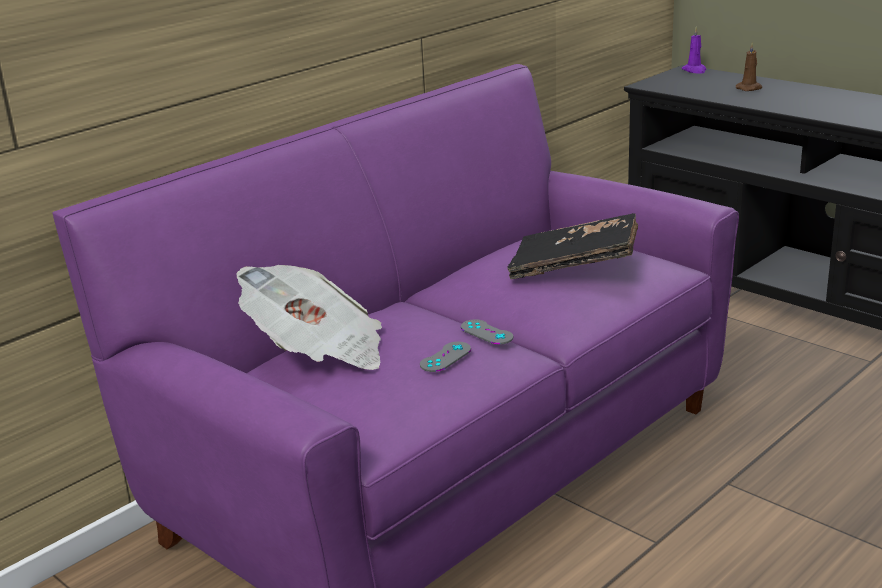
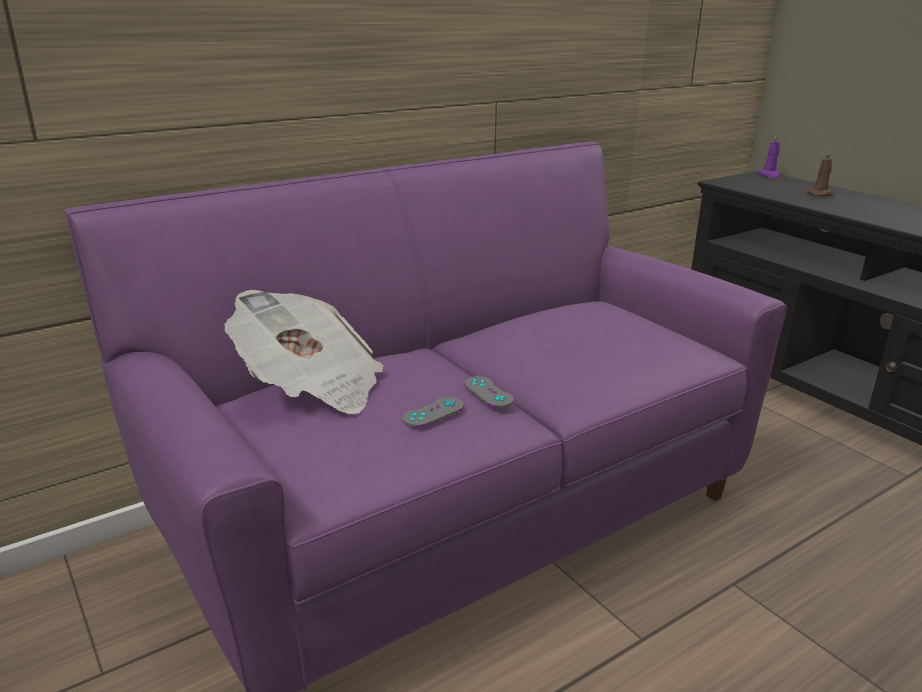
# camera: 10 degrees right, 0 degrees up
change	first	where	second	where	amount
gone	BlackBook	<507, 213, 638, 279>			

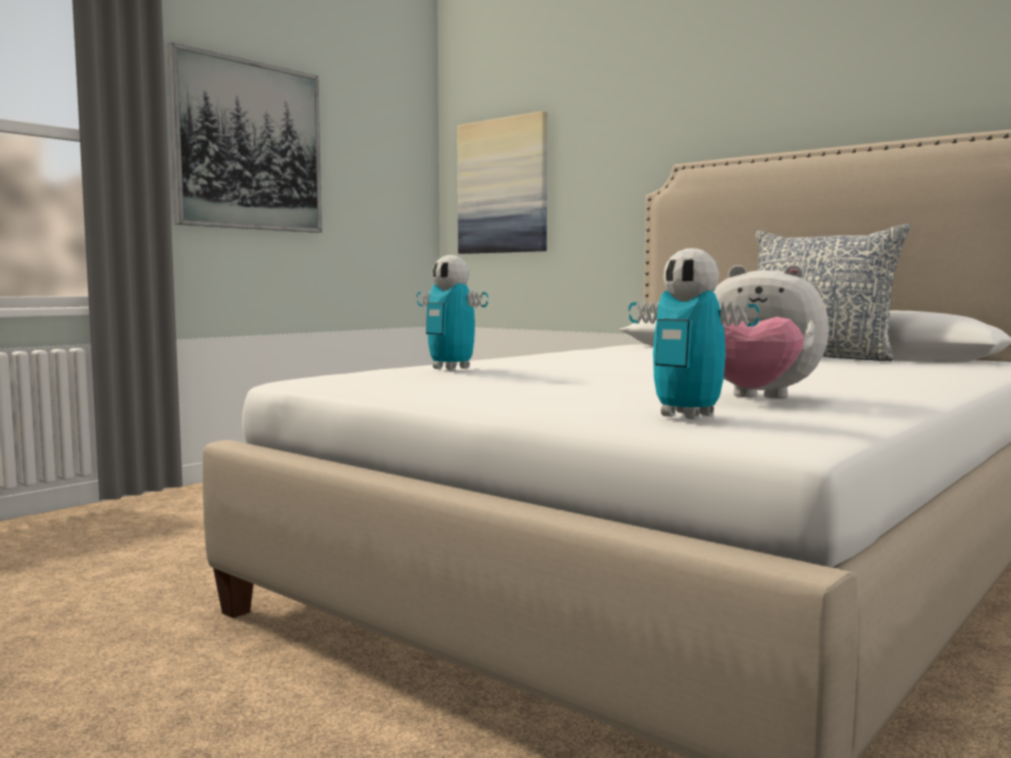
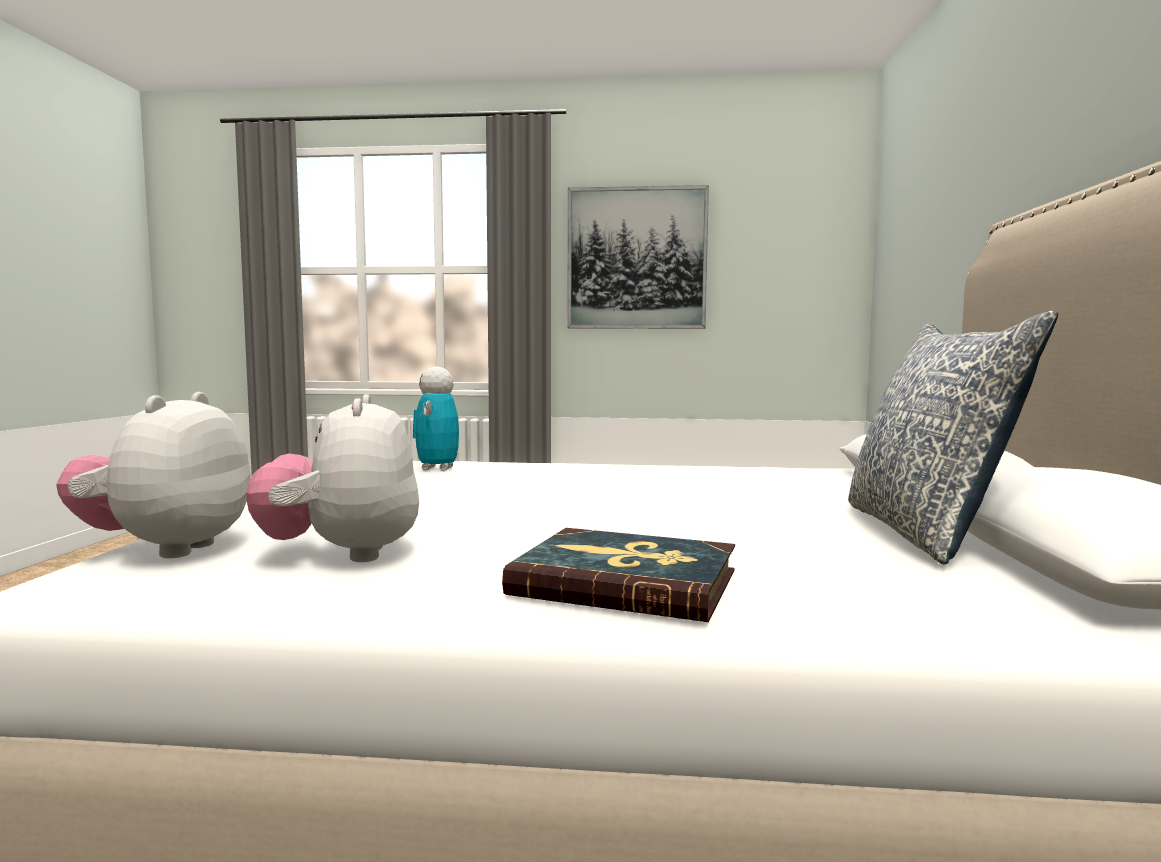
# camera: 55 degrees right, 0 degrees up
change	first	where	second	where	amount
gone	WallPicture	<457, 111, 547, 254>			
swapped	ToyRobot	<628, 248, 760, 420>	SoftToy	<56, 392, 251, 558>	
new			Book	<502, 528, 735, 622>	

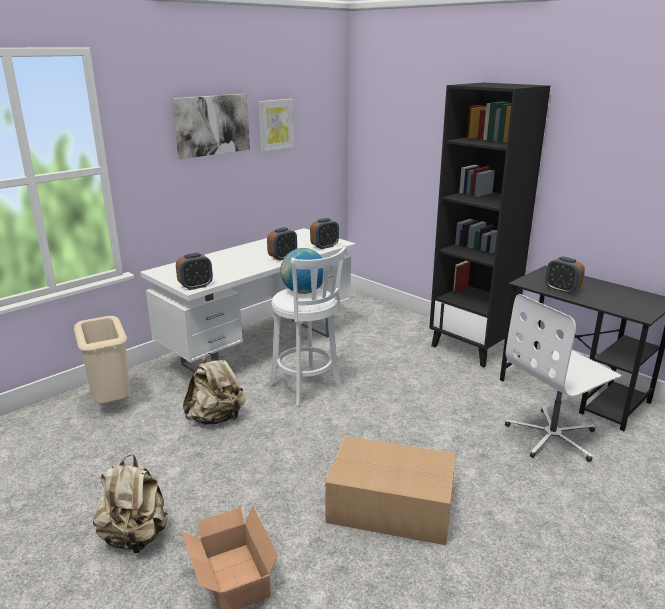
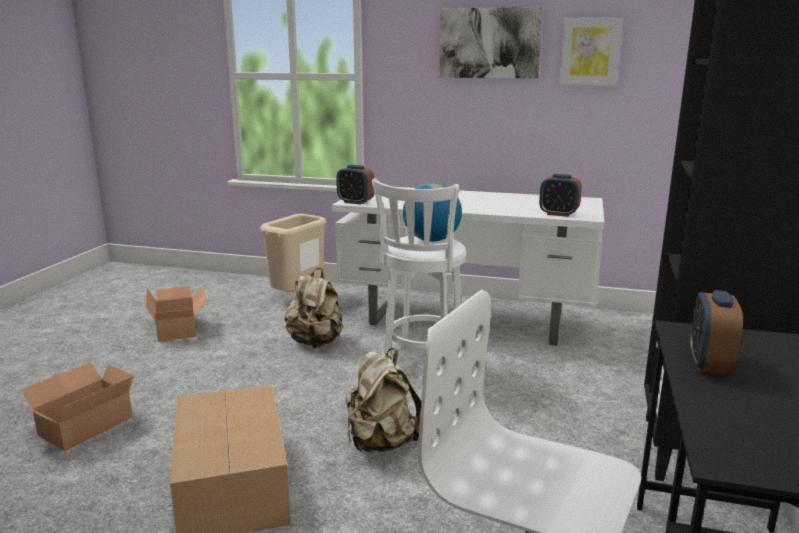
# camera: 60 degrees right, 5 degrees down
change	first	where	second	where	amount
shifted	BeigeRucksack	<93, 454, 168, 555>		<345, 348, 421, 452>	
gone	TableClock	<267, 227, 297, 261>			
new			Carton	<146, 286, 206, 342>	

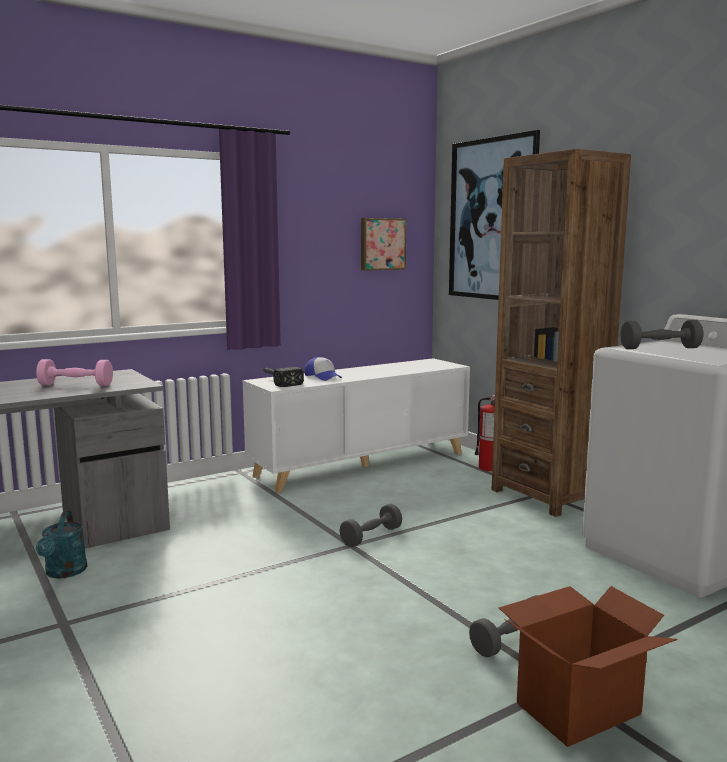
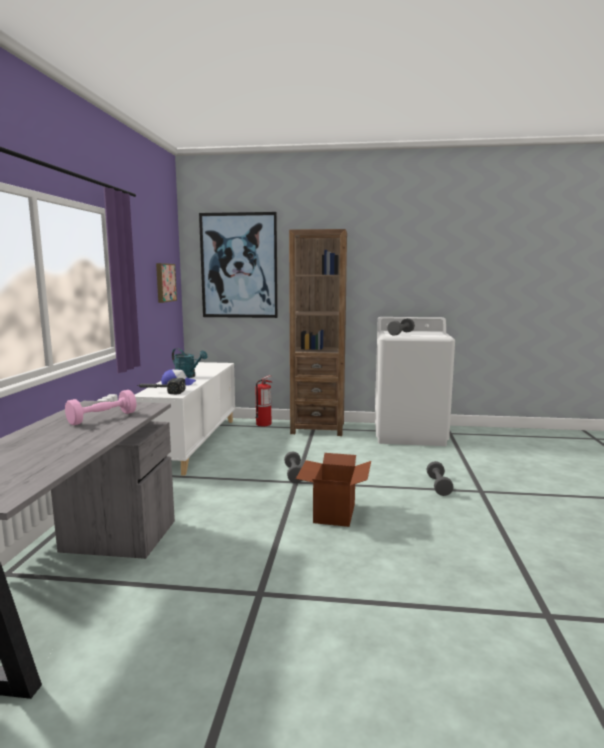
# camera: 50 degrees left, 0 degrees up
change	first	where	second	where	amount
shifted	BlueGreenSprinklingCan	<36, 511, 87, 579>		<172, 348, 207, 378>	
shifted	Carton	<499, 586, 678, 747>		<296, 453, 371, 527>	

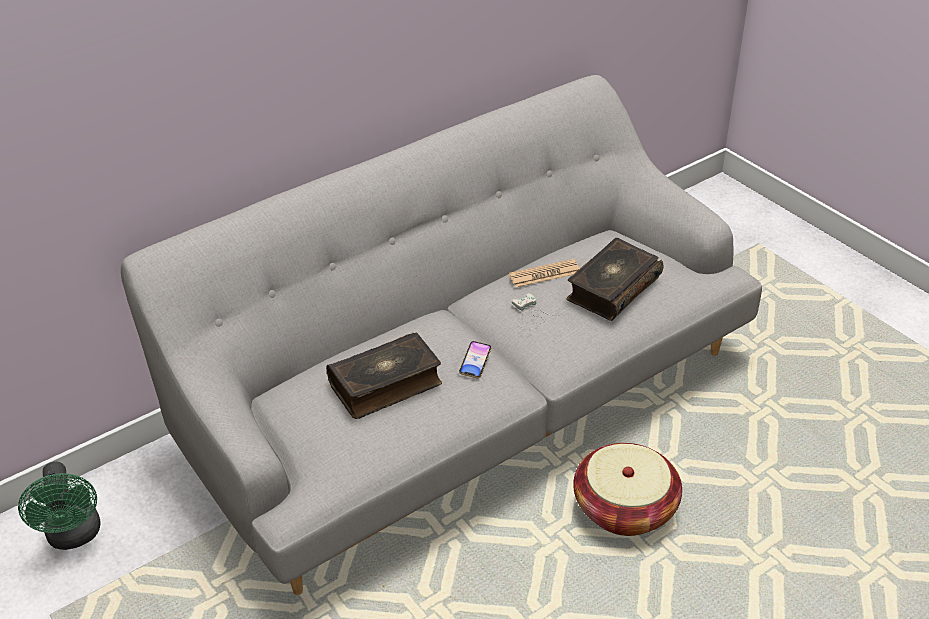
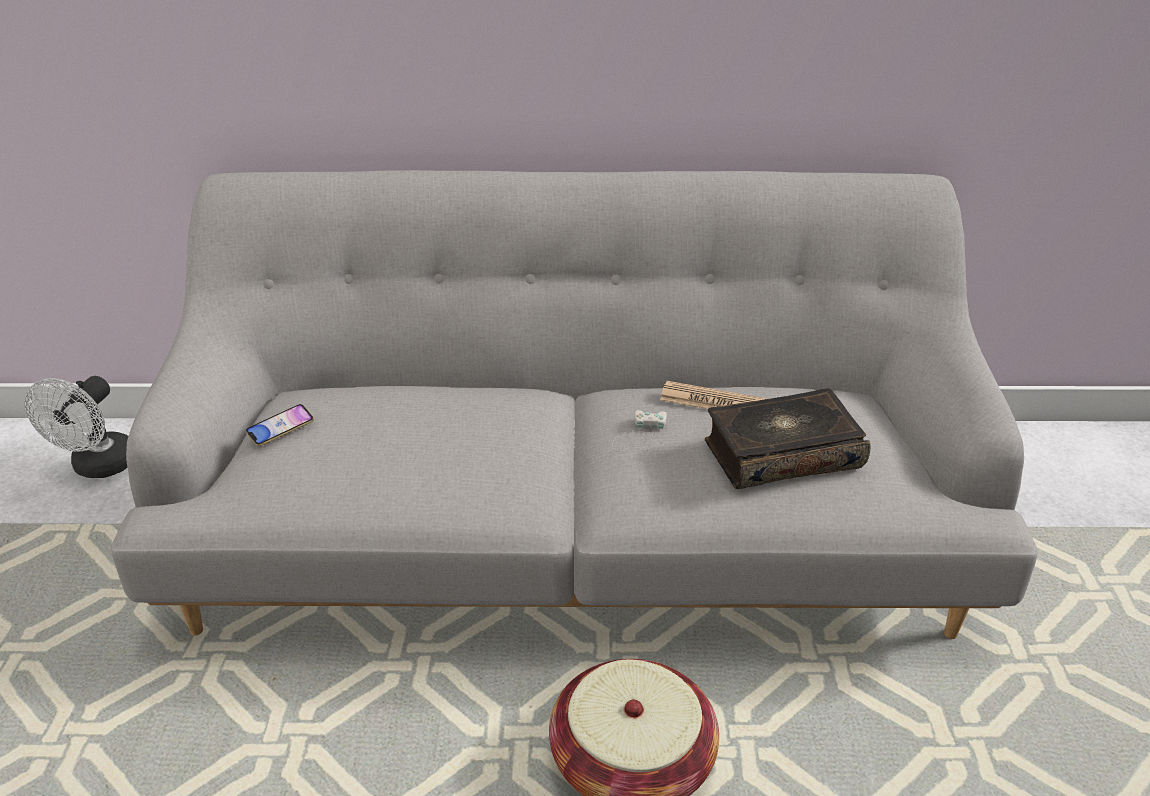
# camera: 35 degrees right, 5 degrees down
change	first	where	second	where	amount
repainted	GreenColouredCoolingFan	<18, 462, 100, 550>	WhiteColouredCoolingFan	<25, 376, 128, 478>	
gone	Book	<326, 333, 442, 419>			
shifted	Handset	<459, 341, 492, 378>		<246, 404, 314, 446>	

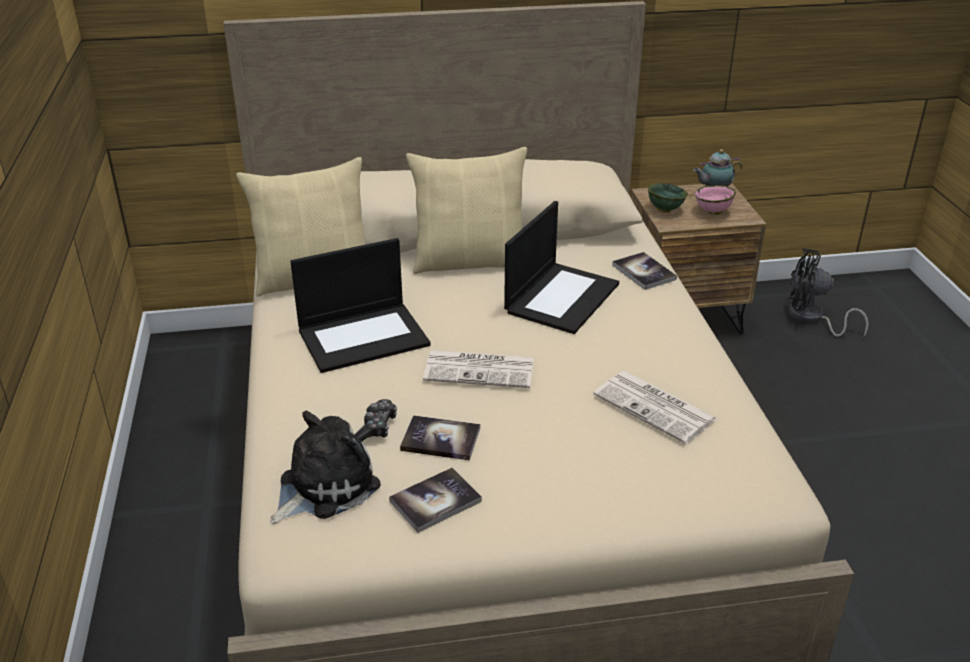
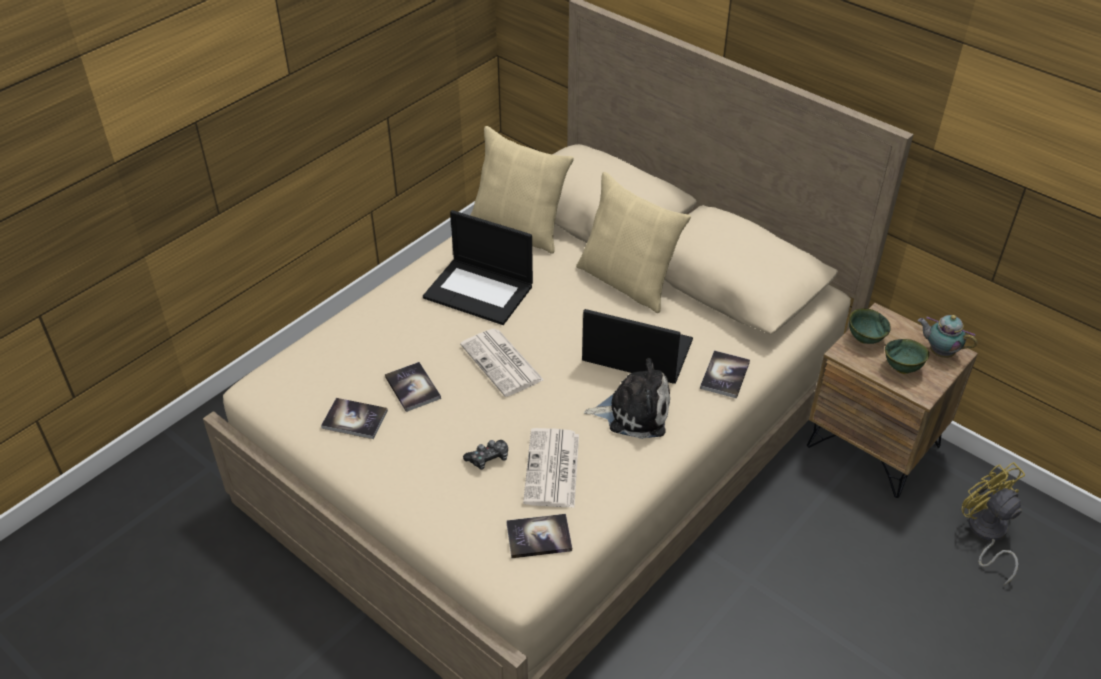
# camera: 50 degrees right, 10 degrees up
change	first	where	second	where	amount
shifted	SoftToy	<270, 411, 381, 524>		<584, 358, 670, 439>	
shifted	GameController	<354, 399, 397, 442>		<463, 440, 508, 470>	
rotated	NotebookComputer	<504, 201, 619, 334>		<582, 309, 693, 384>	150 degrees counterclockwise
repainted	PinkColouredDeepDish	<695, 185, 736, 215>	GreenColouredDeepDish	<885, 339, 929, 374>	
repainted	BlackCoolingFan	<789, 248, 868, 338>	YellowishCoolingFan	<961, 462, 1025, 586>	
new			Book	<506, 514, 572, 558>	

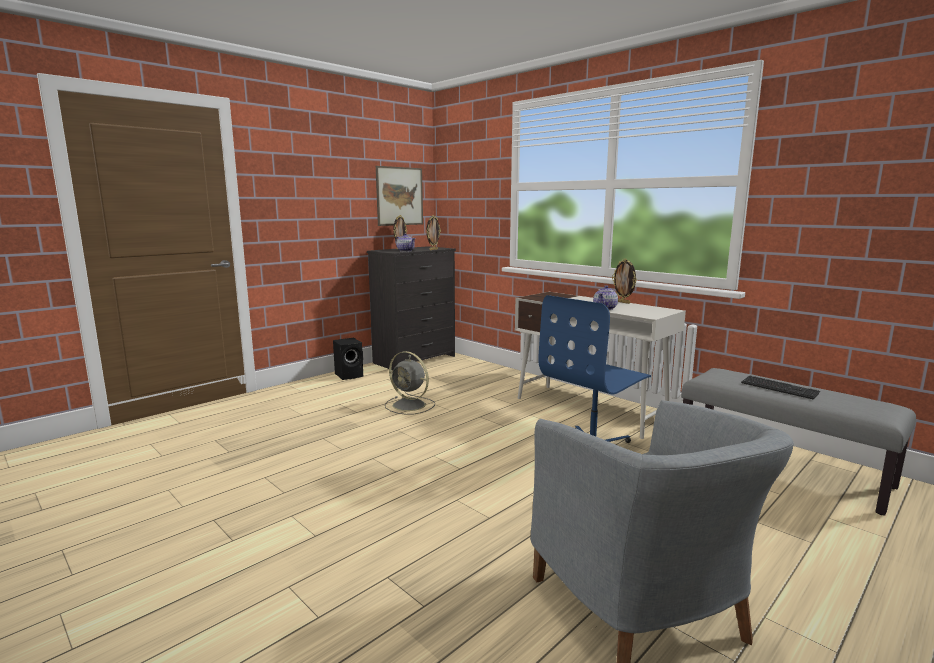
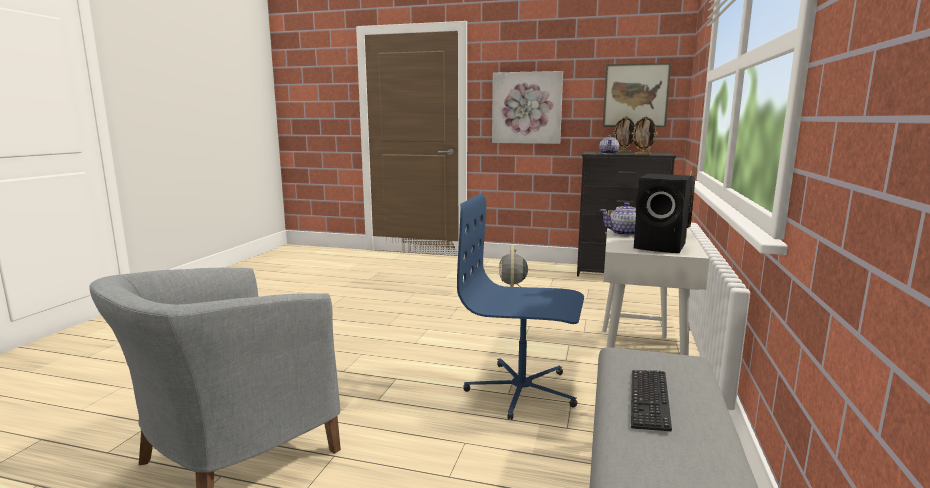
# camera: 60 degrees right, 0 degrees up
change	first	where	second	where	amount
shifted	BlackLoudspeaker	<333, 338, 363, 380>		<634, 174, 692, 253>	
new			WallPicture	<492, 71, 563, 144>	

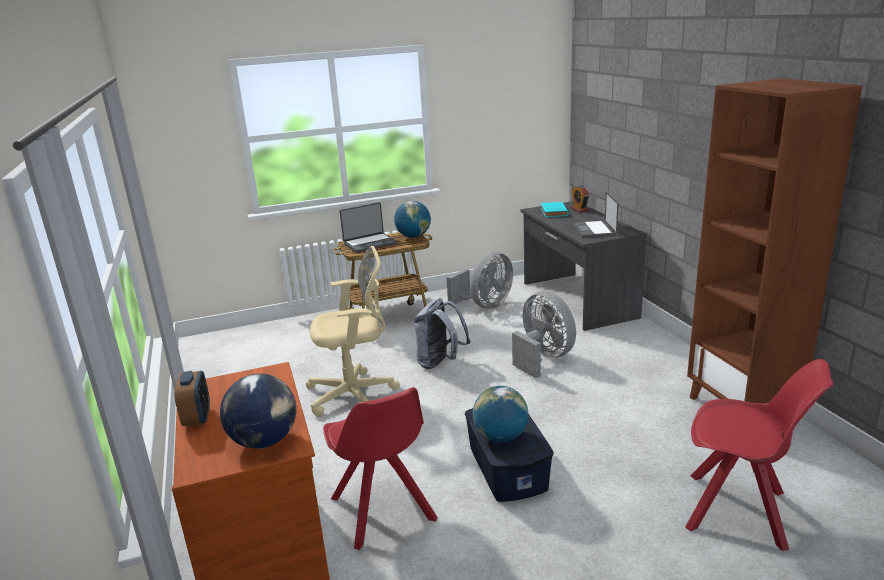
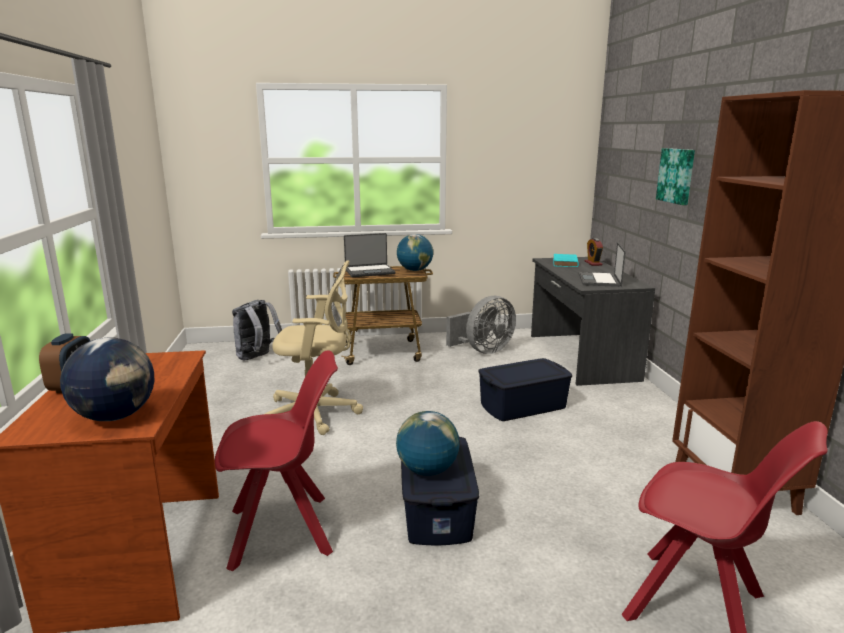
# camera: 10 degrees right, 5 degrees down
change	first	where	second	where	amount
rotated	RedColouredUprightChair	<323, 387, 438, 550>		<215, 350, 338, 571>	90 degrees counterclockwise
shifted	GrayRucksack	<414, 298, 471, 369>		<232, 300, 282, 360>	
swapped	GrayCoolingFan	<512, 291, 576, 378>	BlueColouredStorageContainer	<478, 358, 572, 421>	
new			WallPicture	<656, 148, 695, 205>	

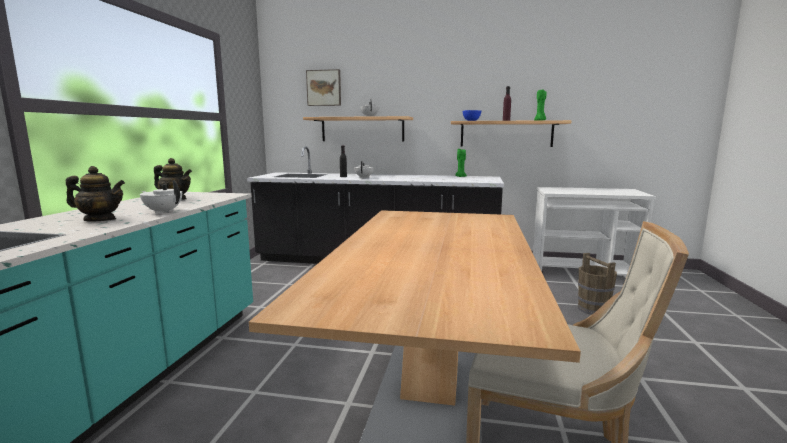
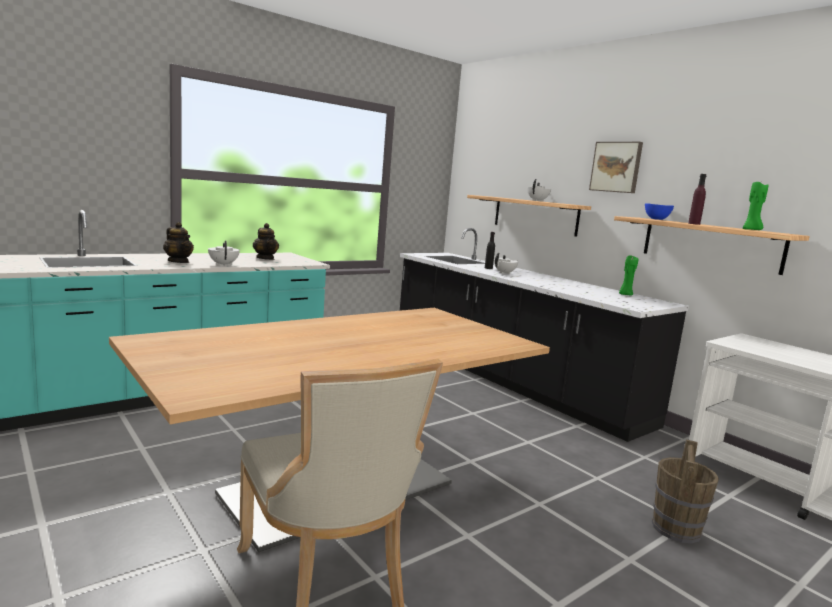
# camera: 40 degrees right, 0 degrees up
change	first	where	second	where	amount
shifted	WallPicture	<306, 69, 341, 106>		<589, 142, 643, 193>	

